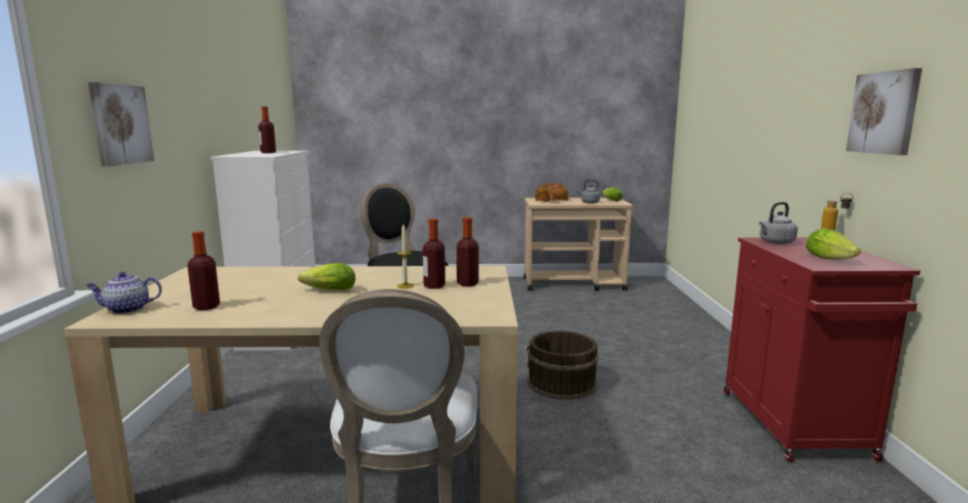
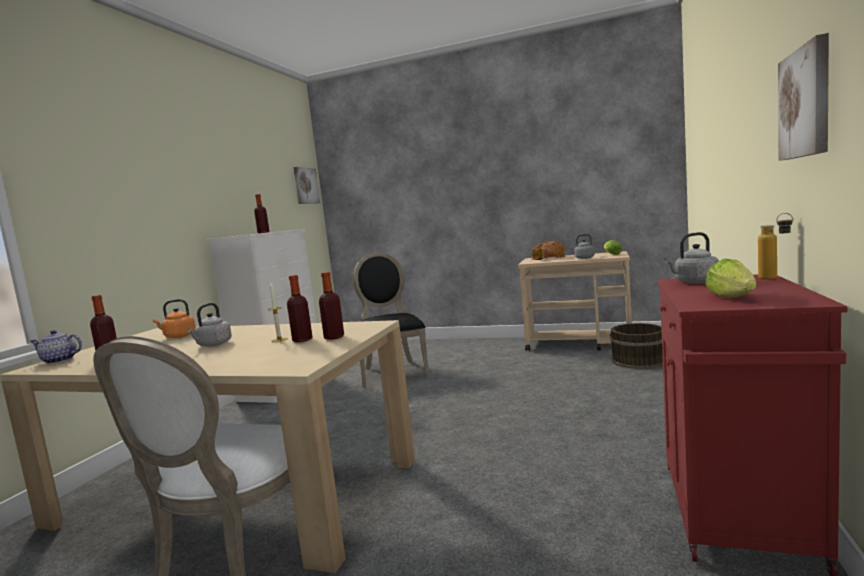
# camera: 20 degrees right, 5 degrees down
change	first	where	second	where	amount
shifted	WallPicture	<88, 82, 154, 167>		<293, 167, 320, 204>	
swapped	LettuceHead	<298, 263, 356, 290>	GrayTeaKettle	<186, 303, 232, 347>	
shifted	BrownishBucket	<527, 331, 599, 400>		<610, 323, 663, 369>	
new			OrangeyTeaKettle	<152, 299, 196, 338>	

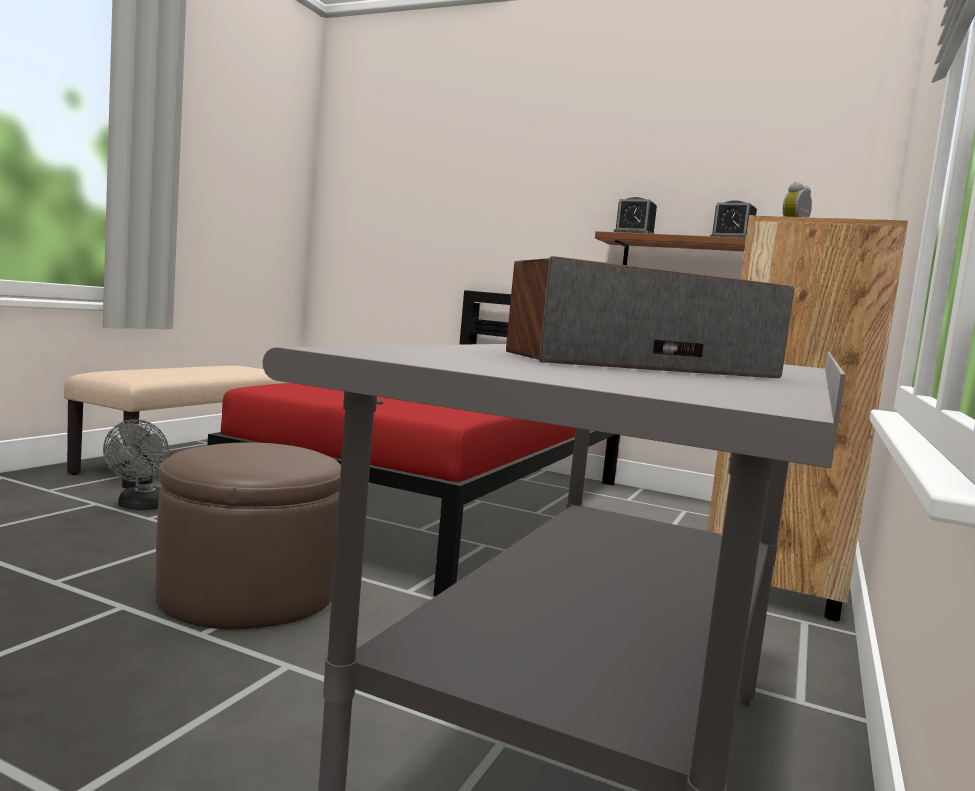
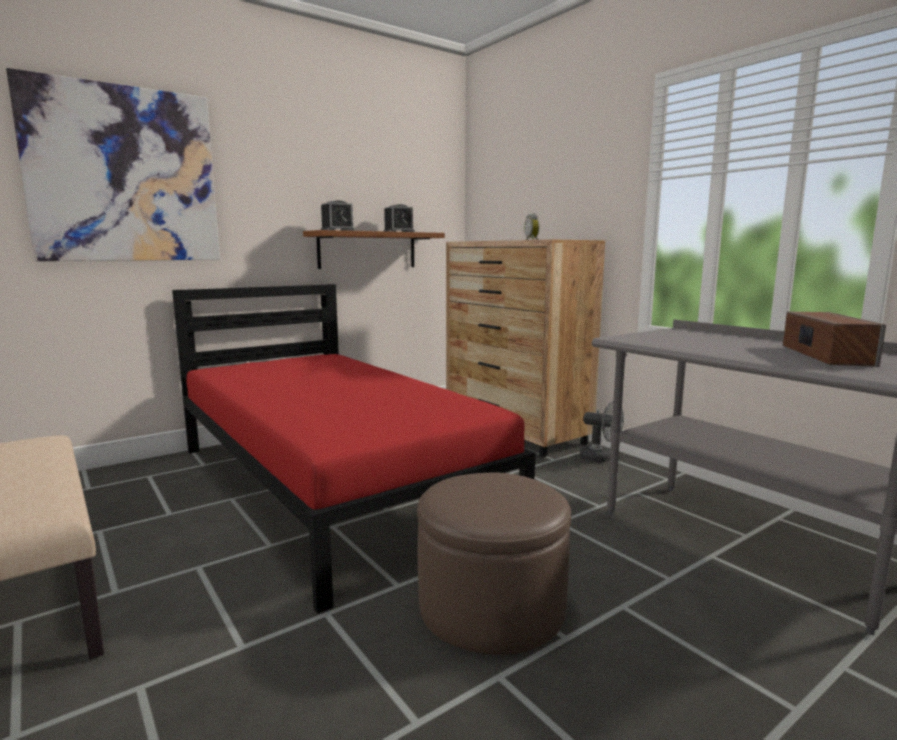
# camera: 60 degrees left, 5 degrees up
change	first	where	second	where	amount
shifted	GrayCoolingFan	<103, 419, 169, 510>		<580, 401, 624, 462>	
new			WallPicture	<6, 68, 220, 261>	

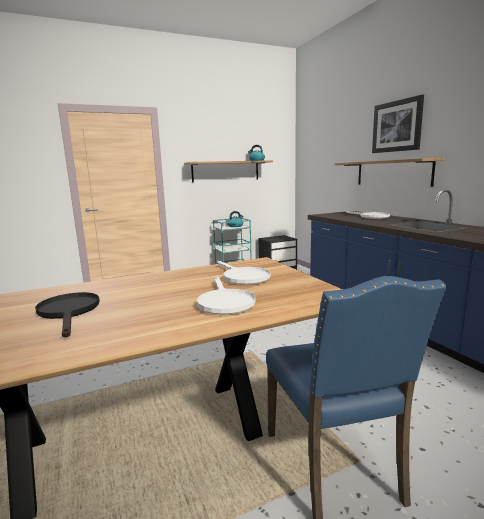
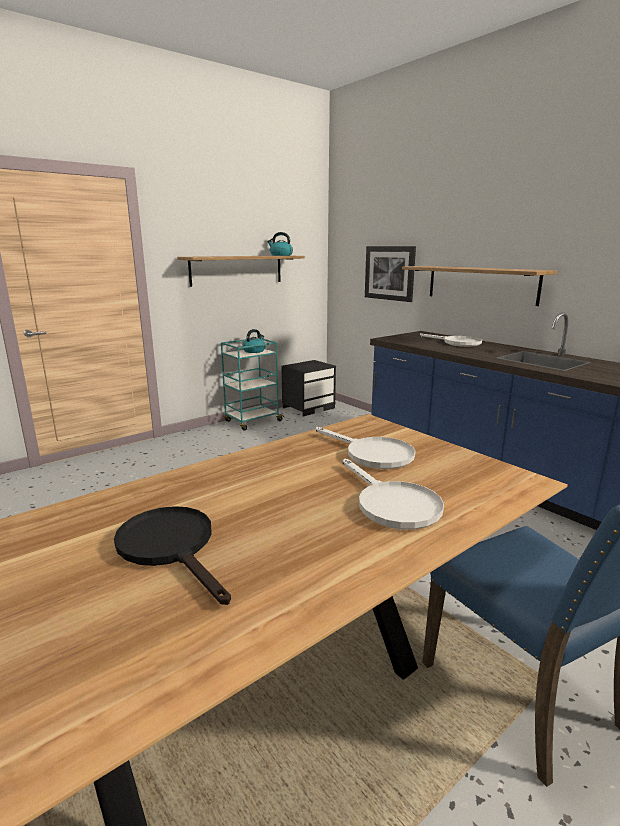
# camera: 15 degrees left, 5 degrees up
change	first	where	second	where	amount
shifted	WallPicture	<372, 95, 424, 153>		<365, 246, 416, 302>	

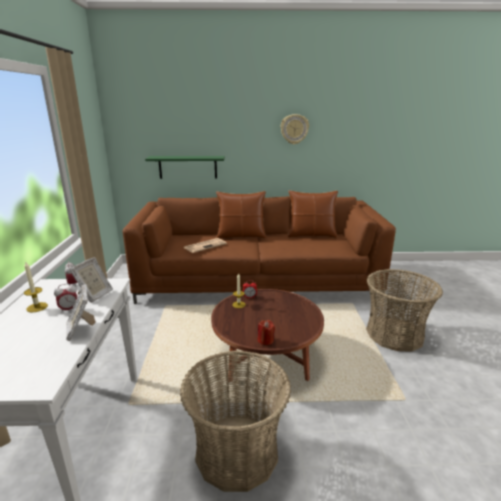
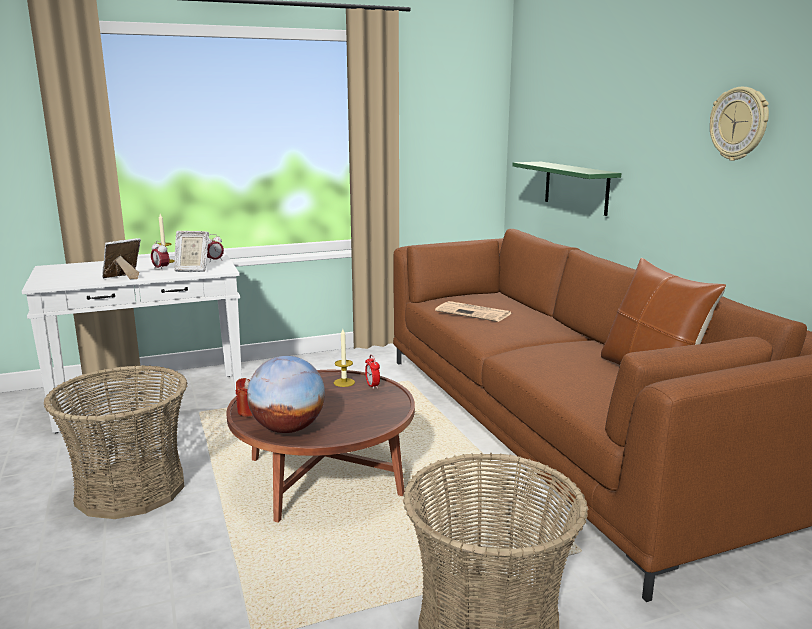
# camera: 70 degrees right, 5 degrees down
change	first	where	second	where	amount
gone	BrownishCushion	<216, 191, 266, 239>			
new			WorldGlobe	<247, 356, 325, 433>	

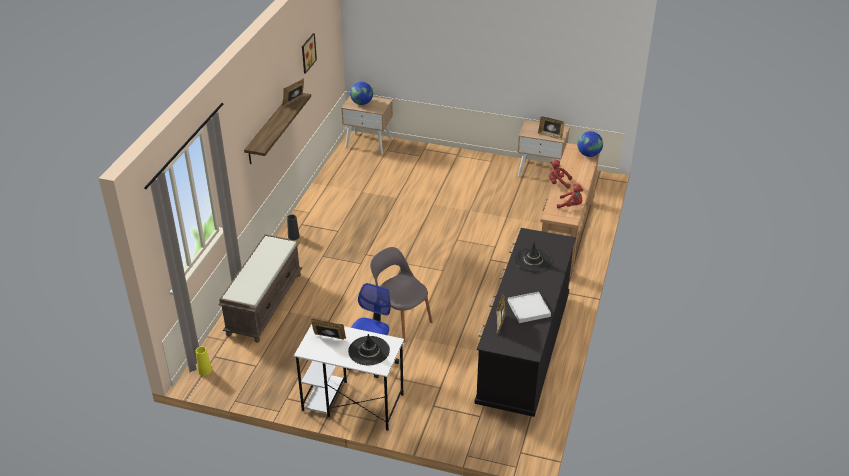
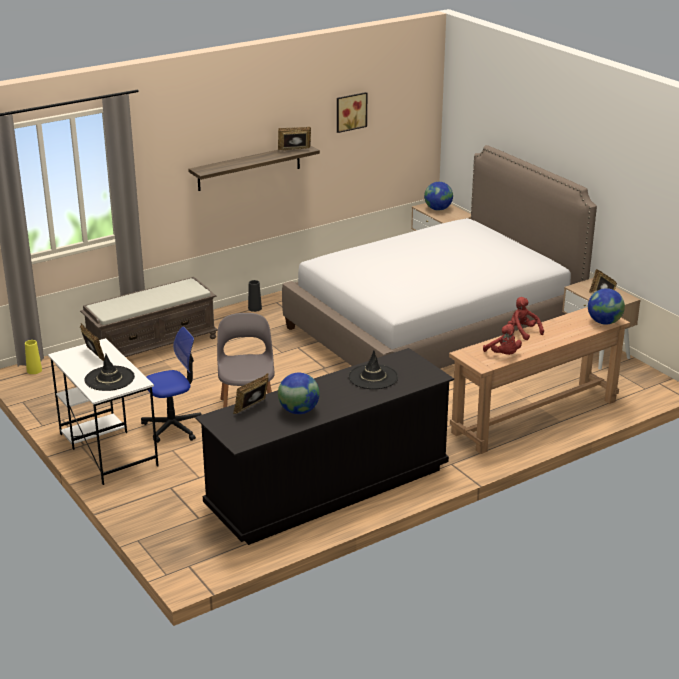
# camera: 40 degrees right, 10 degrees down
change	first	where	second	where	amount
swapped	WhiteColouredServingTray	<508, 292, 551, 323>	WorldGlobe	<278, 373, 320, 414>	
new			Bed	<282, 145, 597, 369>	

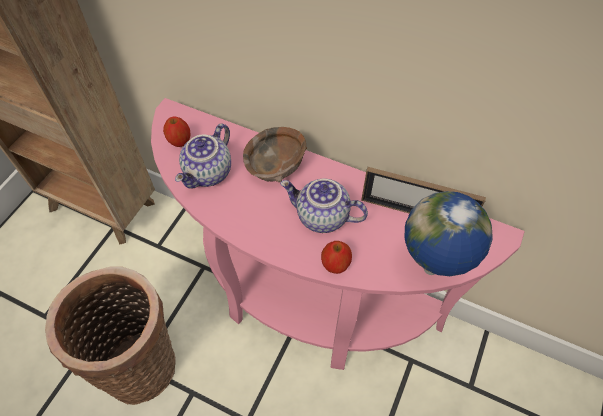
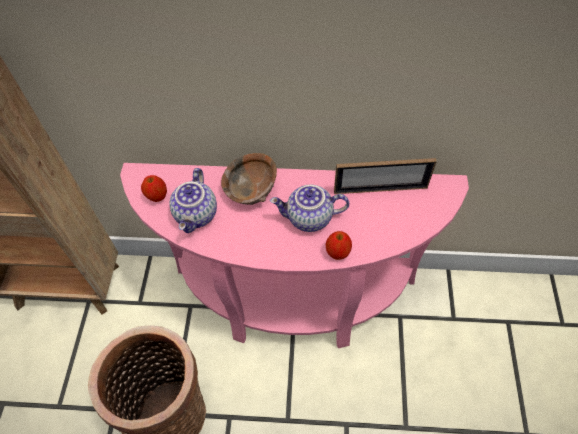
# camera: 20 degrees left, 0 degrees up
change	first	where	second	where	amount
gone	WorldGlobe	<405, 191, 493, 276>			

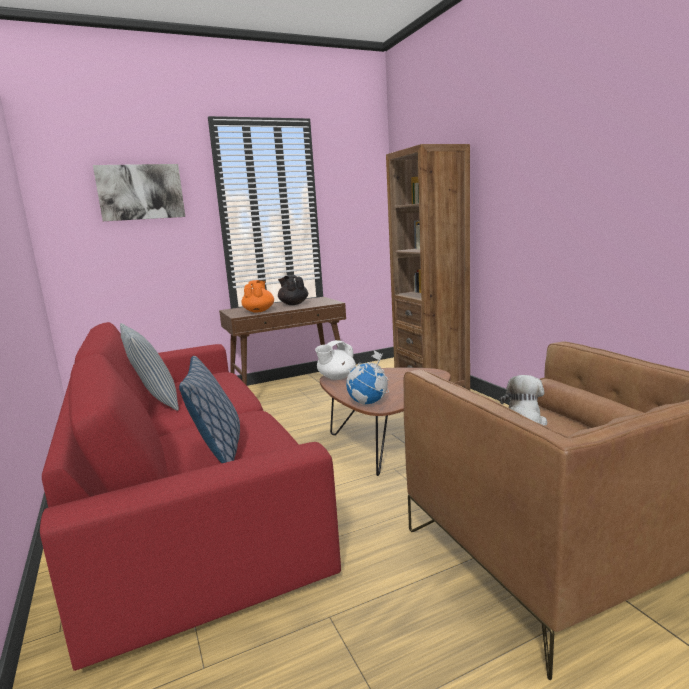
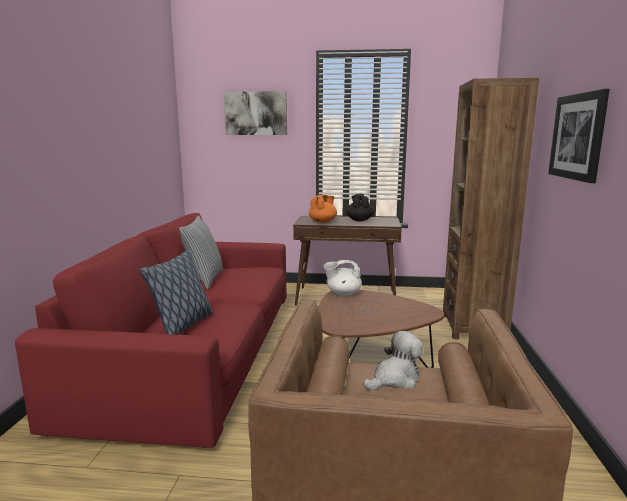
# camera: 30 degrees right, 0 degrees up
change	first	where	second	where	amount
gone	WorldGlobe	<346, 350, 389, 405>			
new			WallPicture	<548, 89, 610, 183>	

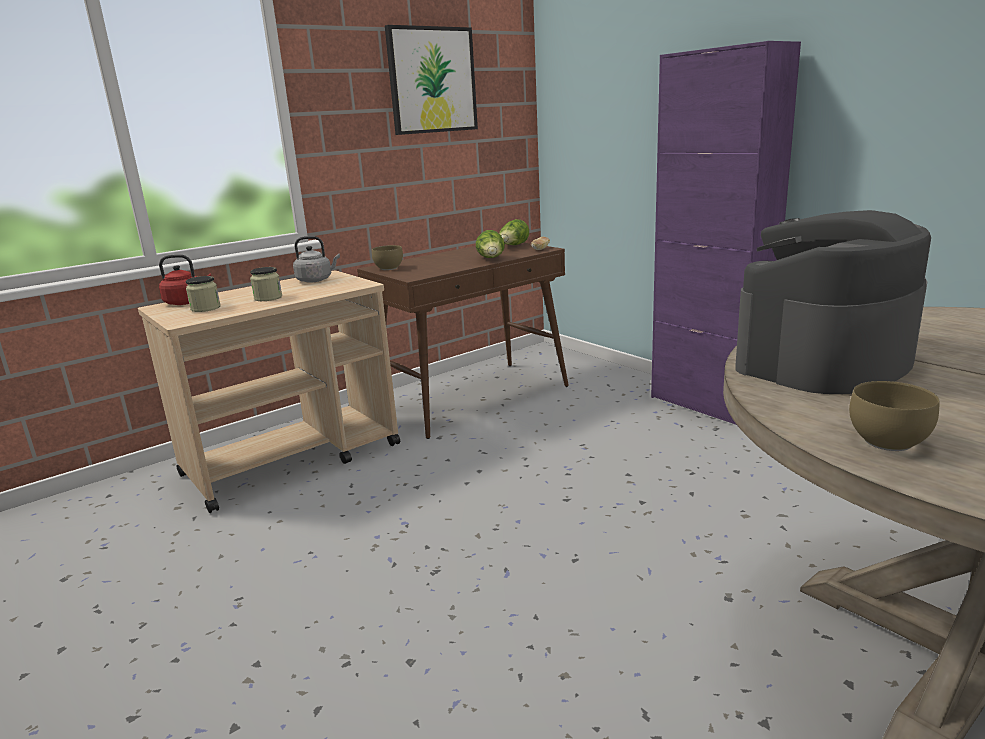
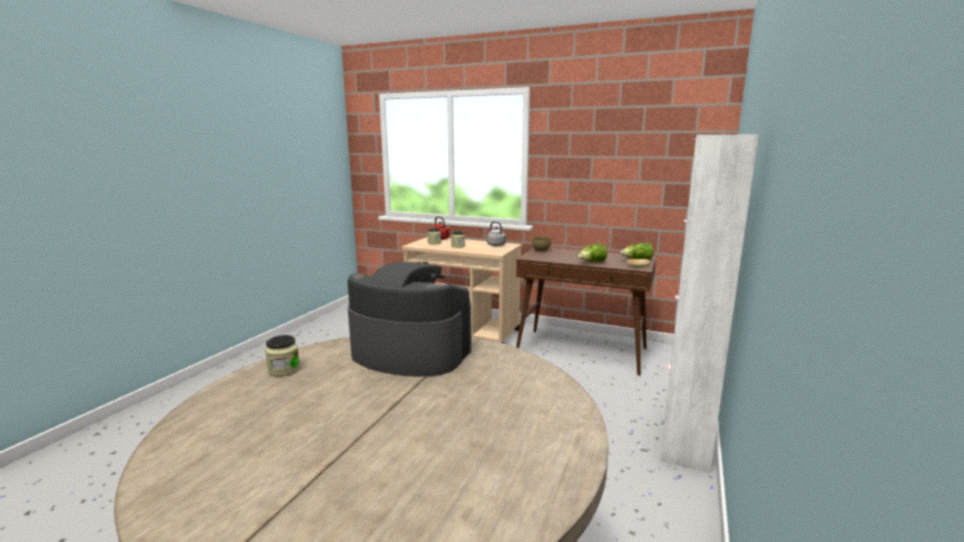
# camera: 60 degrees right, 5 degrees down
change	first	where	second	where	amount
gone	WallPicture	<385, 25, 478, 135>			
repainted	PurpleStorageCabinet	<651, 41, 801, 425>	WhiteColouredStorageCabinet	<661, 135, 758, 473>	
swapped	BrownishDeepDish	<849, 381, 939, 451>	Jar	<265, 335, 300, 376>	

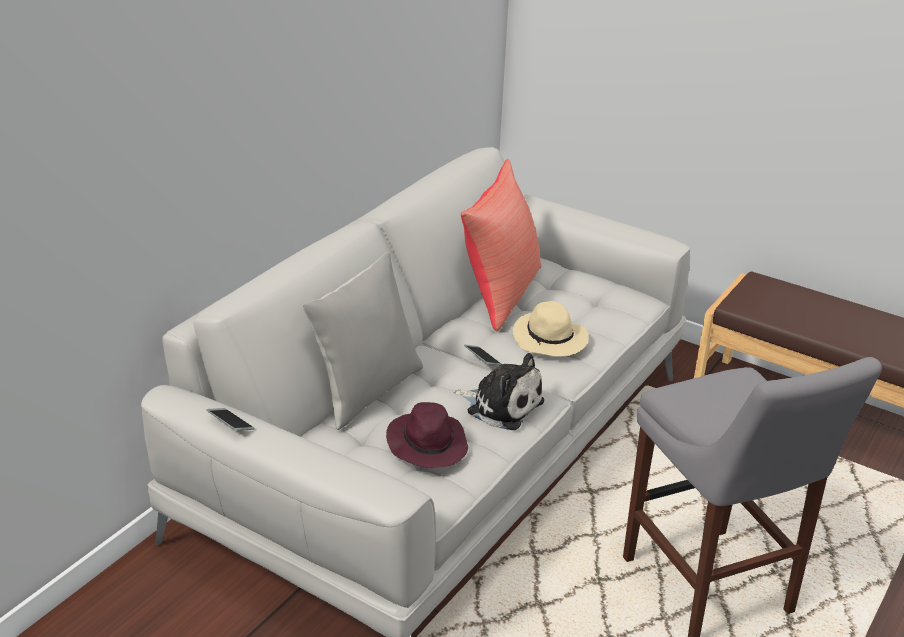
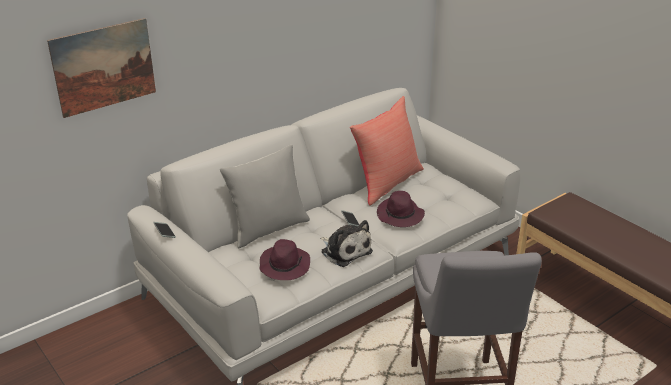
# camera: 20 degrees right, 0 degrees up
change	first	where	second	where	amount
repainted	BeigeHat	<513, 301, 589, 357>	PurpleHat	<377, 191, 425, 227>	
new			WallPicture	<47, 18, 156, 118>	

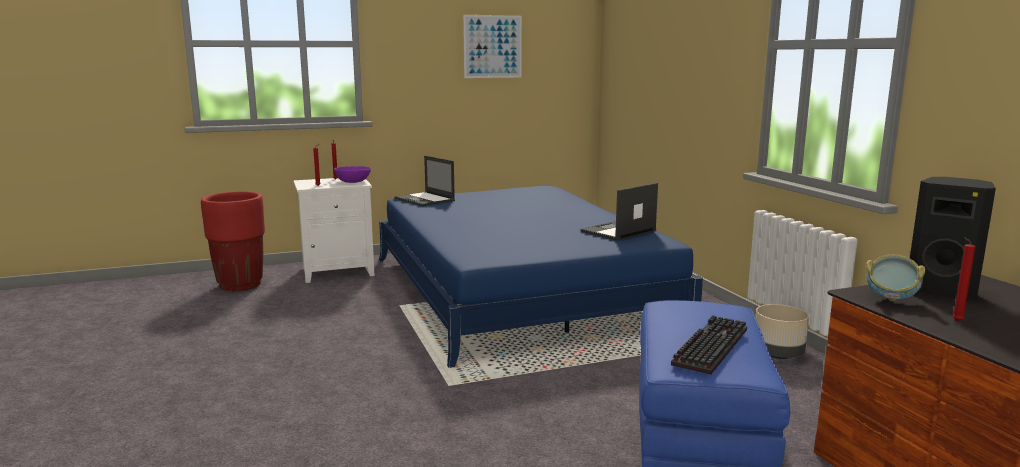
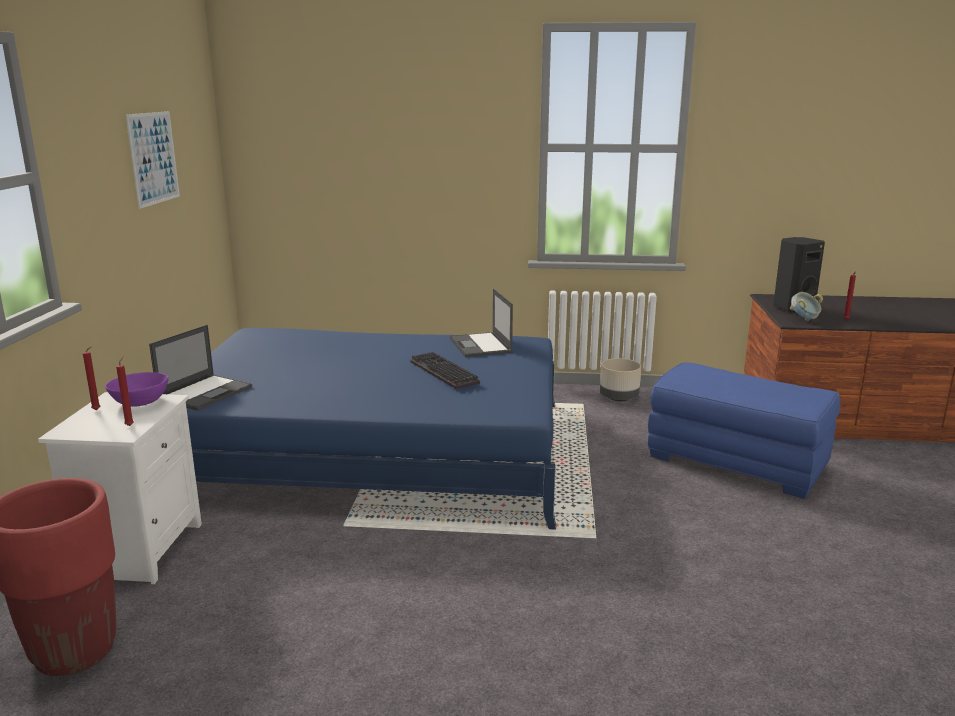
# camera: 65 degrees left, 5 degrees up
change	first	where	second	where	amount
rotated	NotebookComputer	<394, 156, 455, 206>		<149, 325, 252, 411>	45 degrees counterclockwise
shifted	ComputerKeyboard	<671, 315, 747, 375>		<411, 352, 480, 389>	

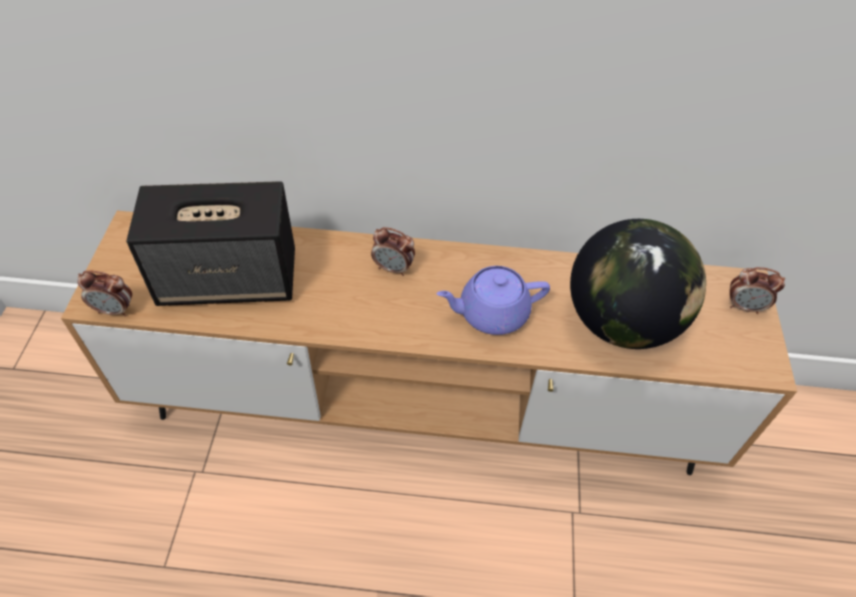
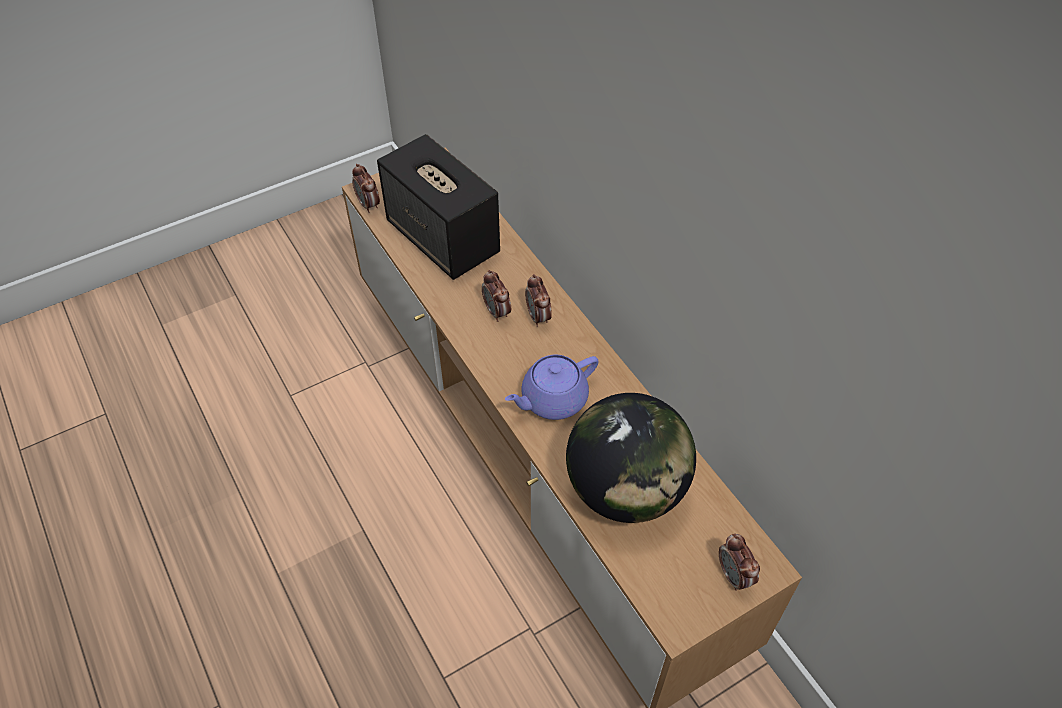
# camera: 55 degrees right, 0 degrees up
change	first	where	second	where	amount
rotated	PurpleTeapot	<437, 266, 550, 335>		<505, 355, 599, 420>	75 degrees counterclockwise
new			TableClock	<482, 270, 511, 322>	

